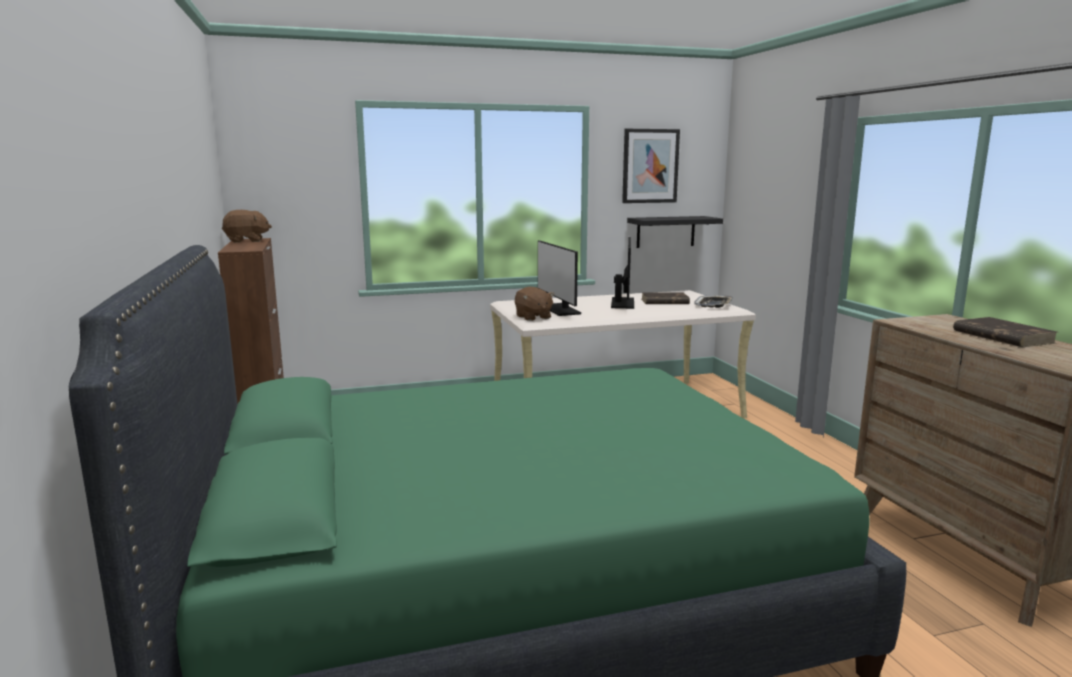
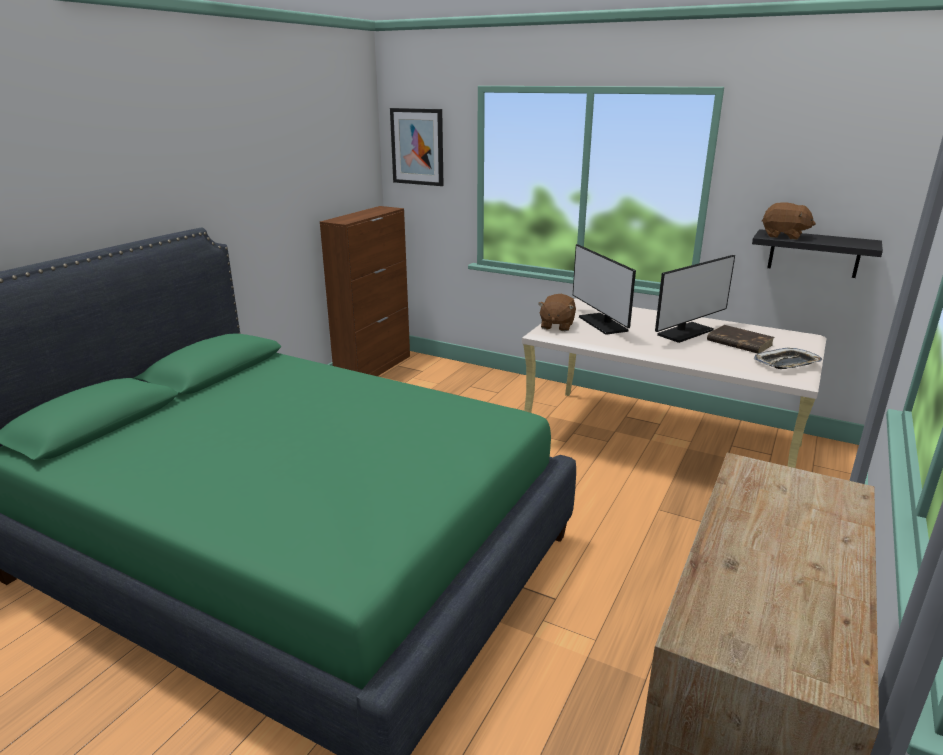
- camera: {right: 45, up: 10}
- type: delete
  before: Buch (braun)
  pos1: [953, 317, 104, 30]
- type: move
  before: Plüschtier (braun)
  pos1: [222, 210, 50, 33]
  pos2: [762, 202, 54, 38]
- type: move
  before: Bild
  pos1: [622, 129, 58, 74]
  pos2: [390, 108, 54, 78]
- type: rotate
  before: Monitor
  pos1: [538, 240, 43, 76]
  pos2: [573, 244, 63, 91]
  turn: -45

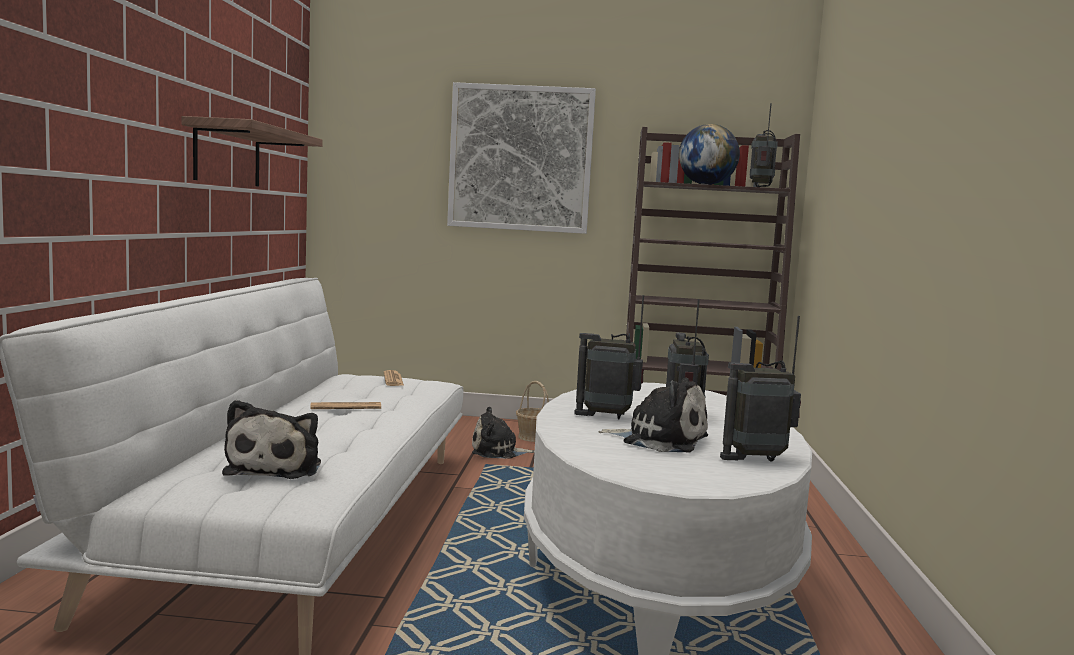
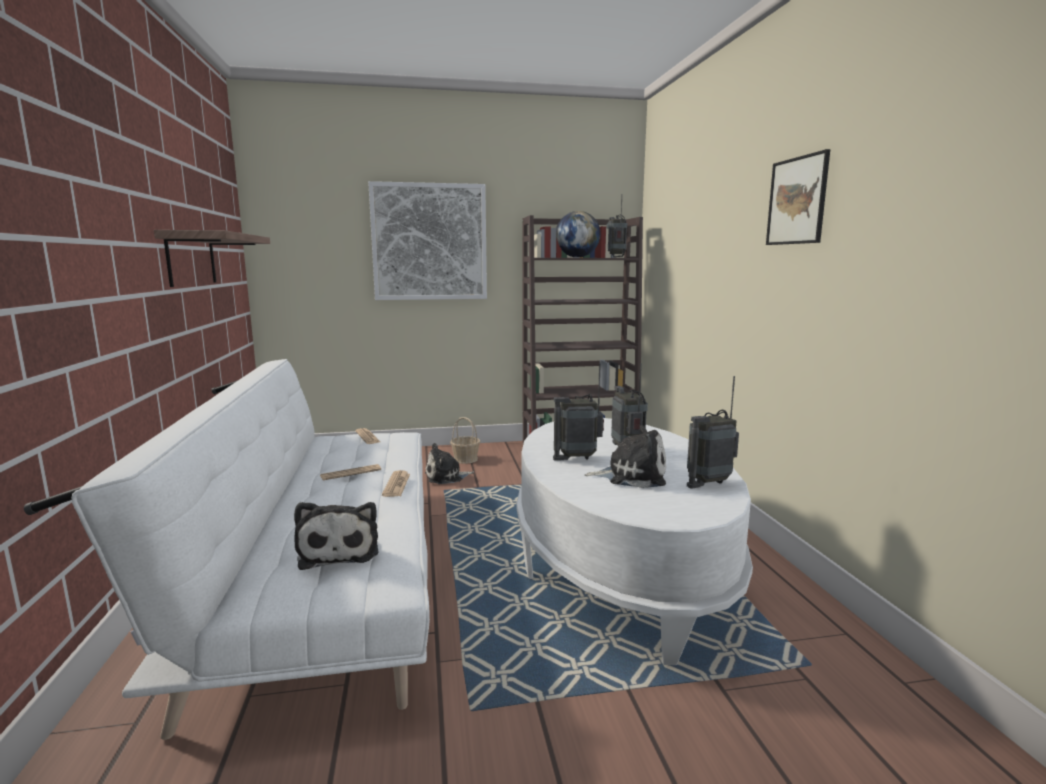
- camera: {right: -15, up: 5}
- type: insert
  after: Zeitung
  pos2: [382, 470, 28, 27]
- type: insert
  after: Bild
  pos2: [766, 149, 64, 96]

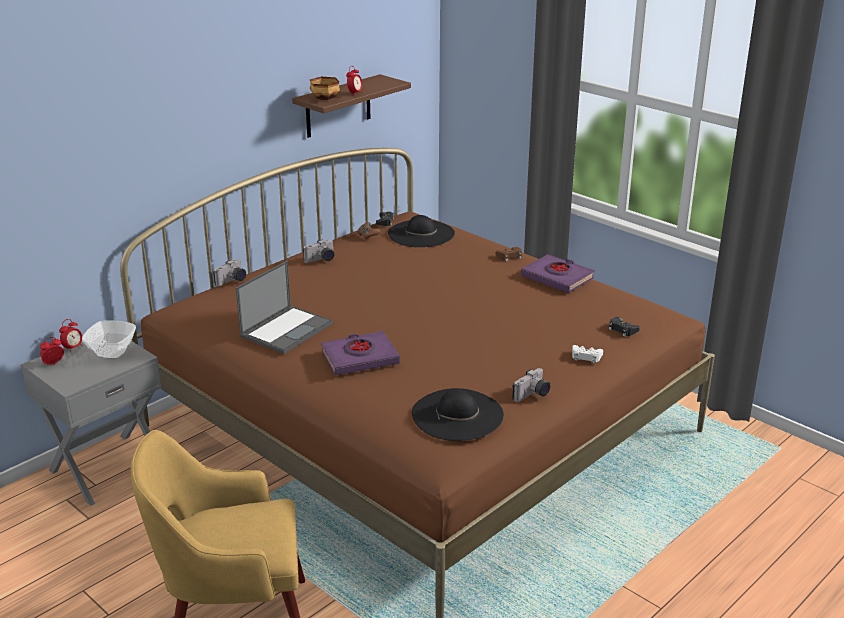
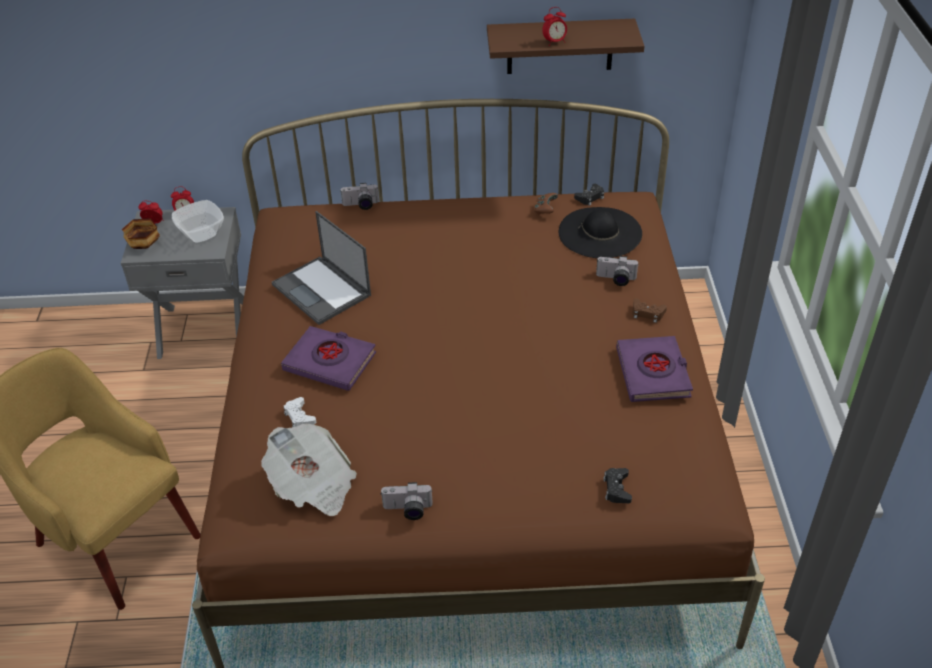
- camera: {right: 45, up: 15}
- type: move
  before: Kamera
  pos1: [303, 240, 32, 23]
  pos2: [596, 256, 42, 30]
- type: move
  before: Schüssel
  pos1: [310, 77, 30, 23]
  pos2: [122, 218, 38, 31]
- type: move
  before: Gamepad (weiß)
  pos1: [572, 345, 31, 19]
  pos2: [283, 397, 33, 30]
- type: replace
  before: Hut (schwarz)
  after: Zeitung
  pos1: [412, 388, 92, 53]
  pos2: [261, 424, 96, 92]
- type: rotate
  before: Laptop
  pos1: [236, 261, 97, 93]
  pos2: [272, 211, 99, 114]
  turn: 60

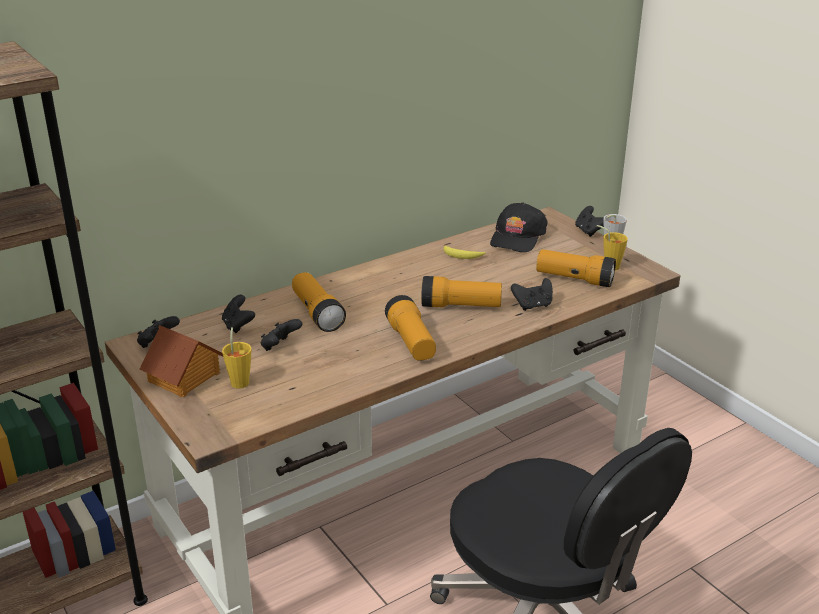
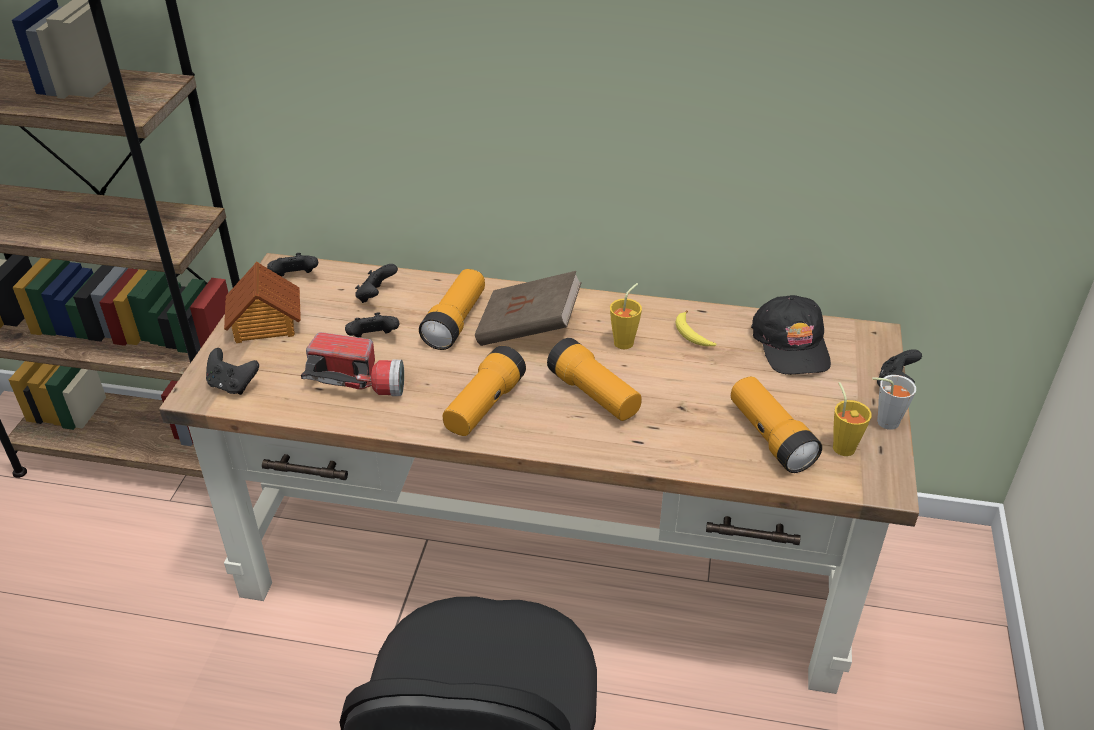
- camera: {right: 45, up: 10}
- type: insert
  after: Taschenlampe
  pos2: [301, 332, 103, 64]
- type: insert
  after: Buch (braun)
  pos2: [475, 271, 107, 75]
- type: move
  before: Tasse (gelb)
  pos1: [222, 327, 29, 62]
  pos2: [610, 283, 32, 66]
- type: move
  before: Gamepad (schwarz)
  pos1: [511, 278, 42, 33]
  pos2: [206, 348, 53, 47]
- type: rotate
  before: Kappe (schwarz)
  pos1: [490, 202, 58, 50]
  pos2: [751, 295, 80, 80]
  turn: -75

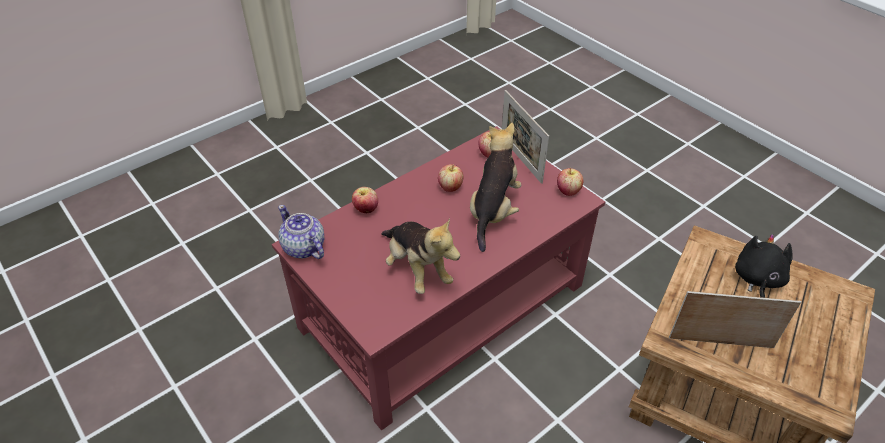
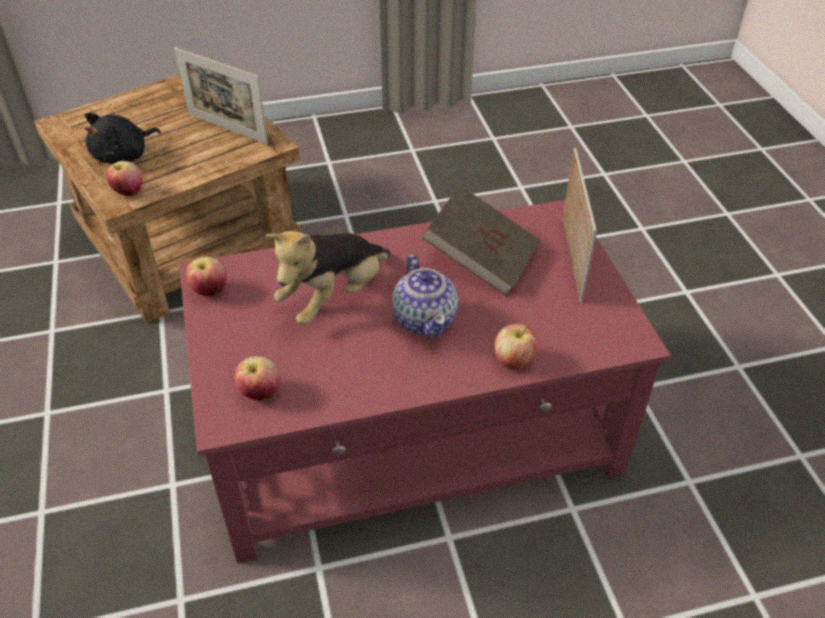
- camera: {right: -155, up: 0}
- type: move
  before: Teekanne
  pos1: [278, 205, 46, 54]
  pos2: [392, 255, 66, 84]
- type: move
  before: Apfel
  pos1: [438, 164, 25, 28]
  pos2: [106, 161, 36, 35]
- type: move
  before: Bilderrahmen
  pos1: [502, 90, 47, 94]
  pos2: [563, 148, 34, 155]
- type: replace
  before: Plüschtier
  after: Buch (braun)
  pos1: [381, 218, 79, 76]
  pos2: [422, 185, 118, 111]

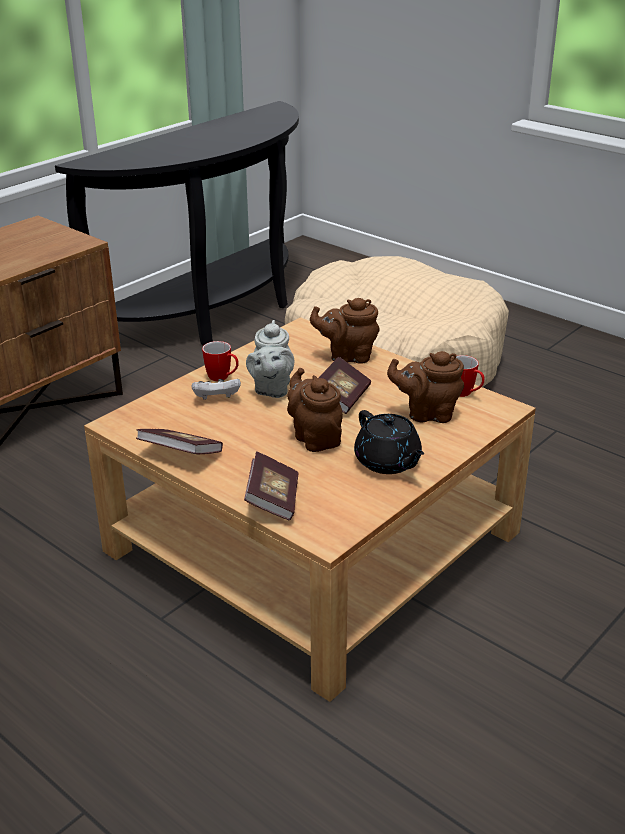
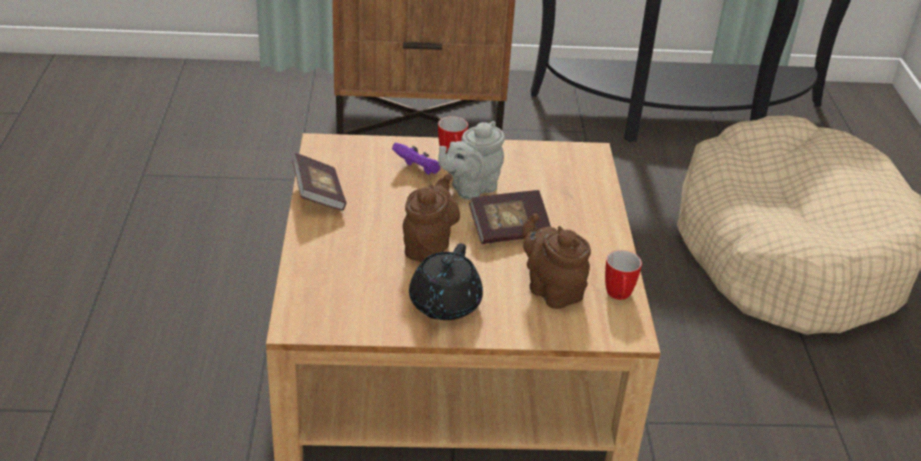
- camera: {right: 45, up: 5}
- type: delete
  before: Buch
  pos1: [244, 451, 55, 69]
- type: delete
  before: Teekanne (braun)
  pos1: [310, 298, 70, 66]
- type: recolor
  before: Gamepad (weiß)
  after: Gamepad (lila)
  pos1: [191, 379, 50, 21]
  pos2: [392, 143, 48, 32]

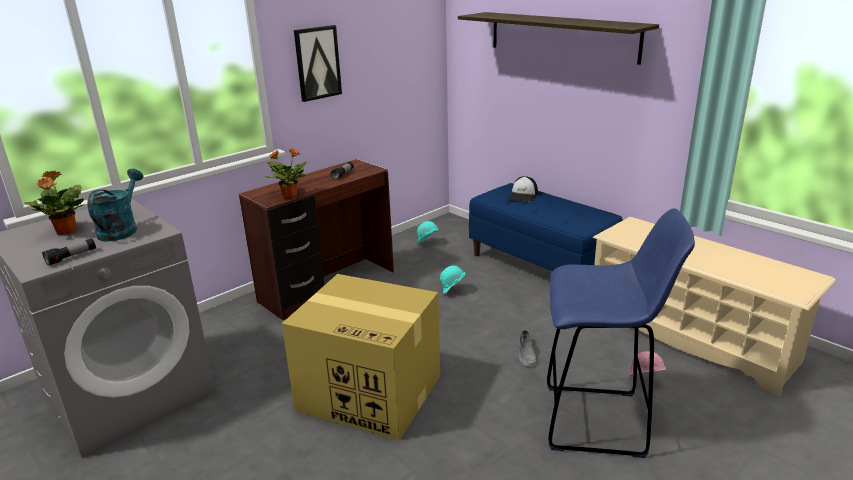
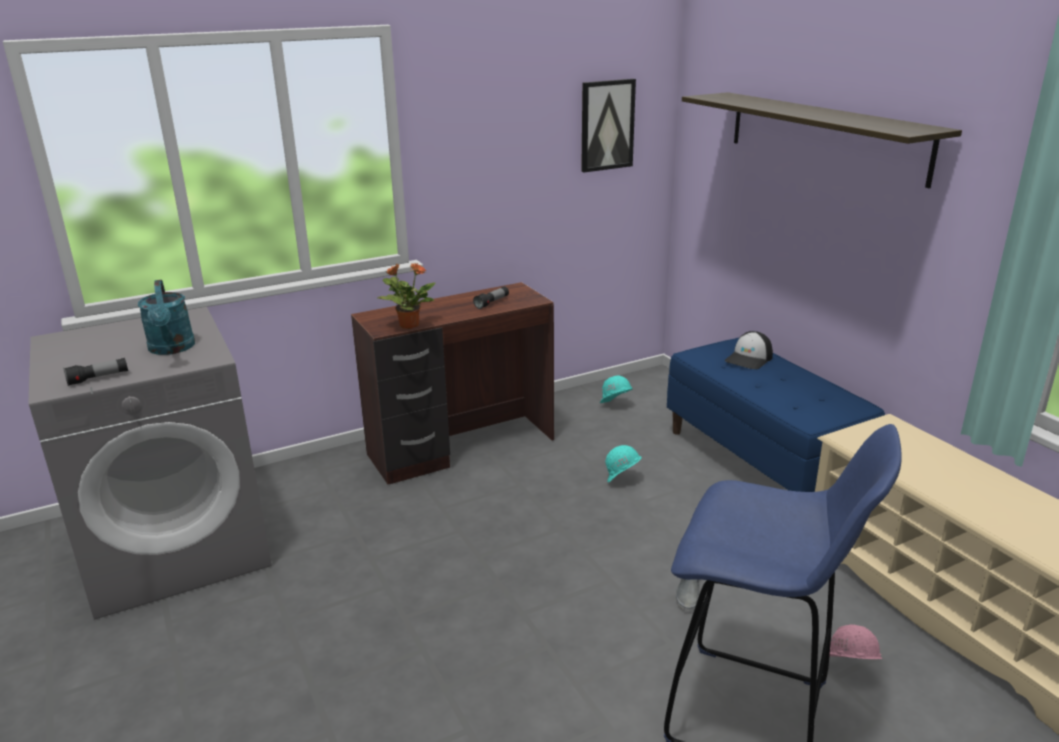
- camera: {right: 15, up: 0}
- type: delete
  before: Topfpflanze
  pos1: [25, 171, 60, 64]
- type: delete
  before: Karton
  pos1: [282, 274, 158, 166]
- type: move
  before: Bild
  pos1: [294, 25, 48, 77]
  pos2: [581, 79, 55, 93]
- type: rotate
  before: Gießkanne (türkis)
  pos1: [87, 169, 56, 72]
  pos2: [138, 280, 57, 75]
  turn: 135

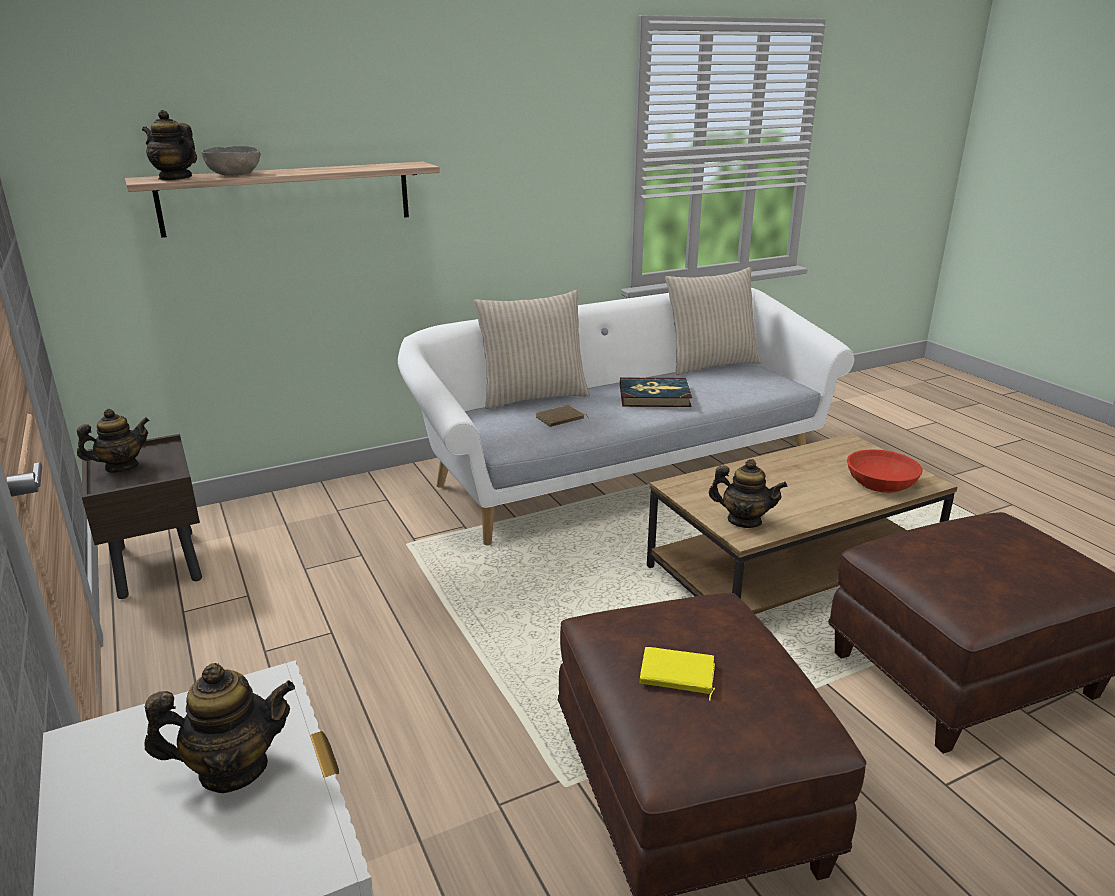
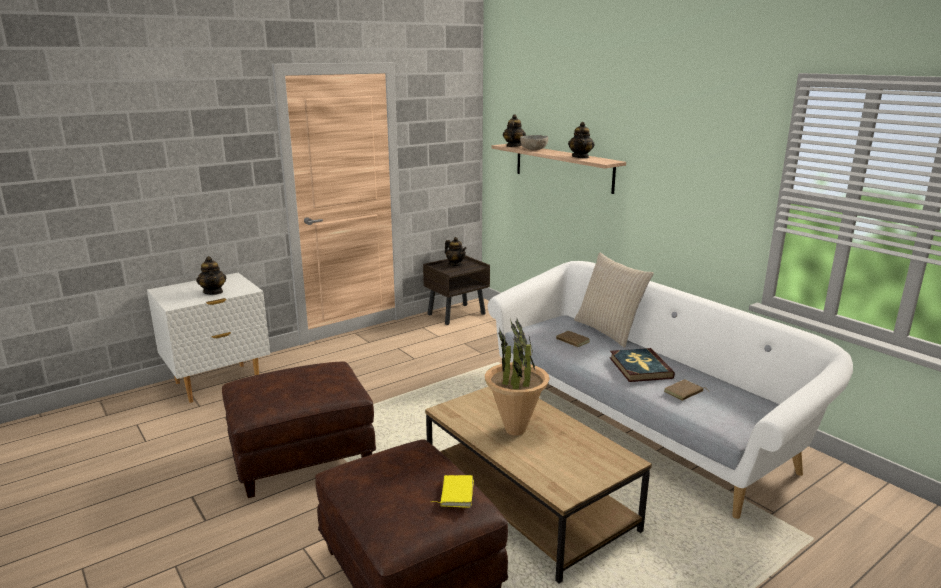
- camera: {right: 80, up: -5}
- type: delete
  before: Kissen (beige)
  pos1: [665, 267, 97, 108]
- type: delete
  before: Schüssel (rot)
  pos1: [847, 449, 76, 44]
- type: insert
  after: Topfpflanze
  pos2: [485, 319, 65, 117]
- type: insert
  after: Buch (braun)
  pos2: [664, 379, 46, 22]
- type: move
  before: Buch (gelb)
  pos1: [640, 647, 75, 54]
  pos2: [432, 475, 42, 33]
- type: move
  before: Teekanne
  pos1: [709, 459, 78, 69]
  pos2: [568, 122, 27, 36]

